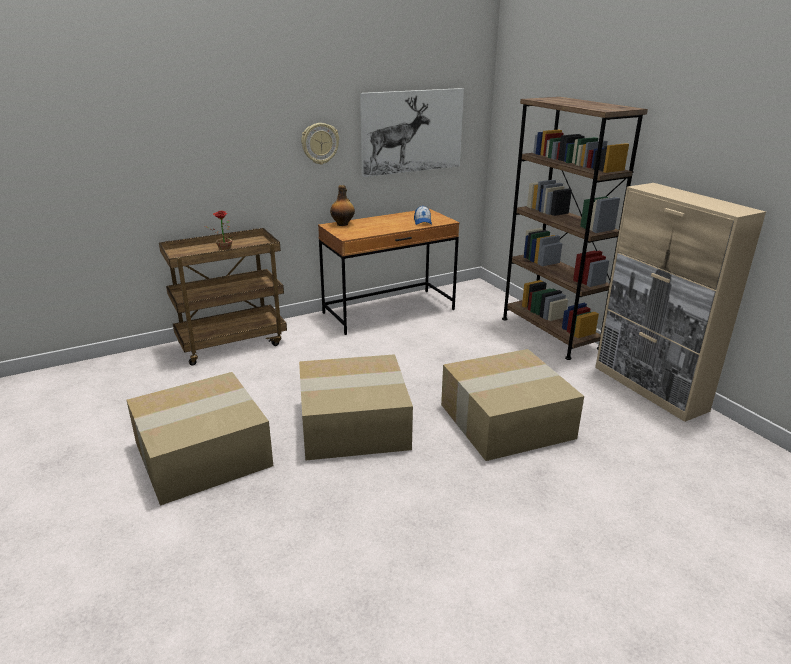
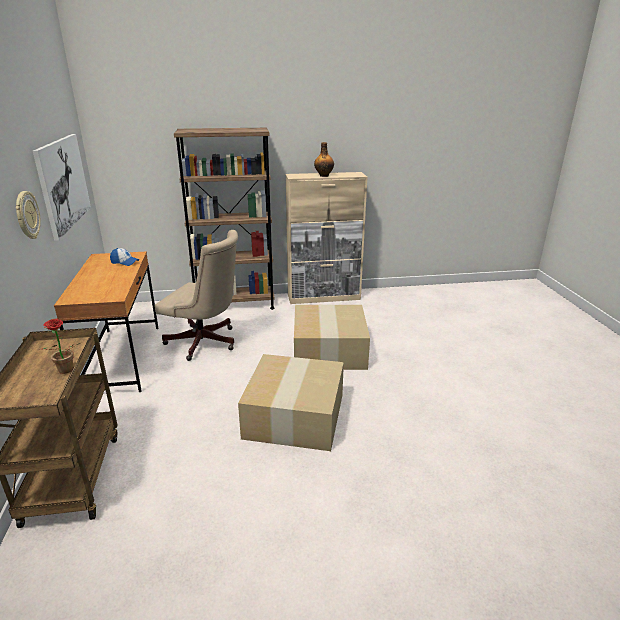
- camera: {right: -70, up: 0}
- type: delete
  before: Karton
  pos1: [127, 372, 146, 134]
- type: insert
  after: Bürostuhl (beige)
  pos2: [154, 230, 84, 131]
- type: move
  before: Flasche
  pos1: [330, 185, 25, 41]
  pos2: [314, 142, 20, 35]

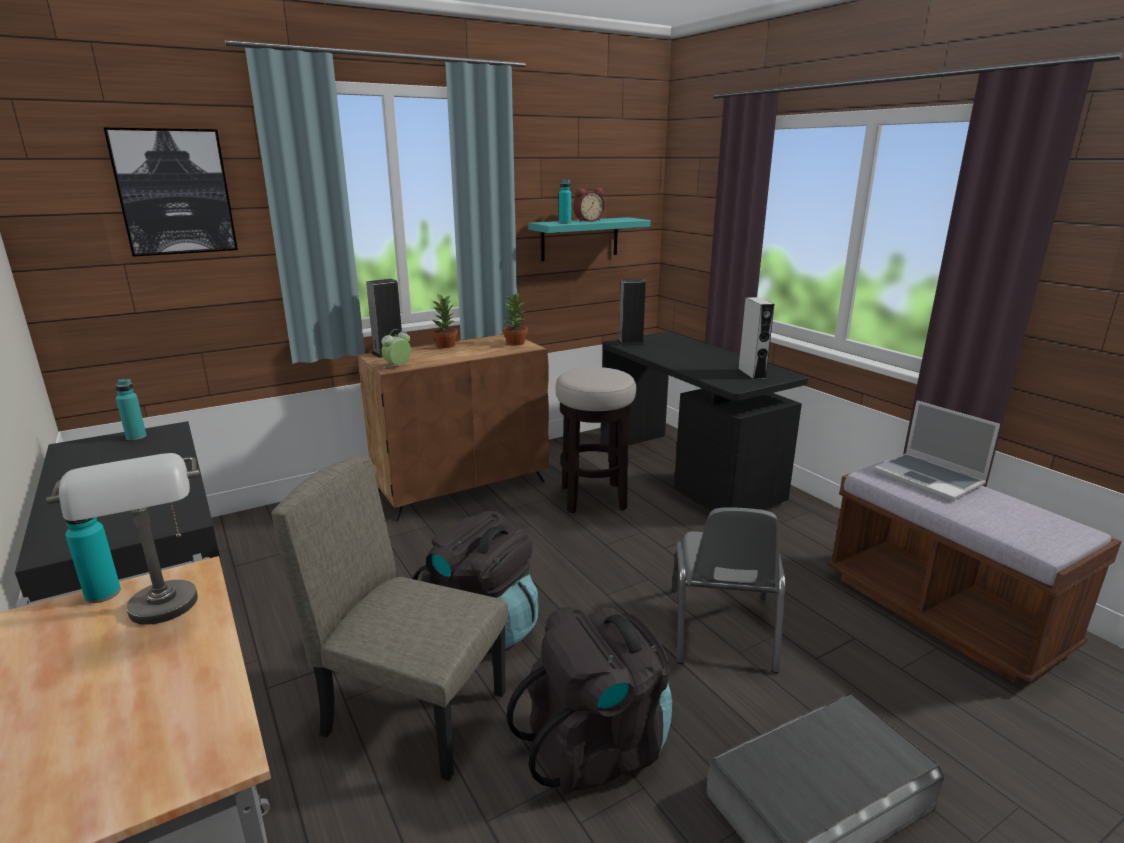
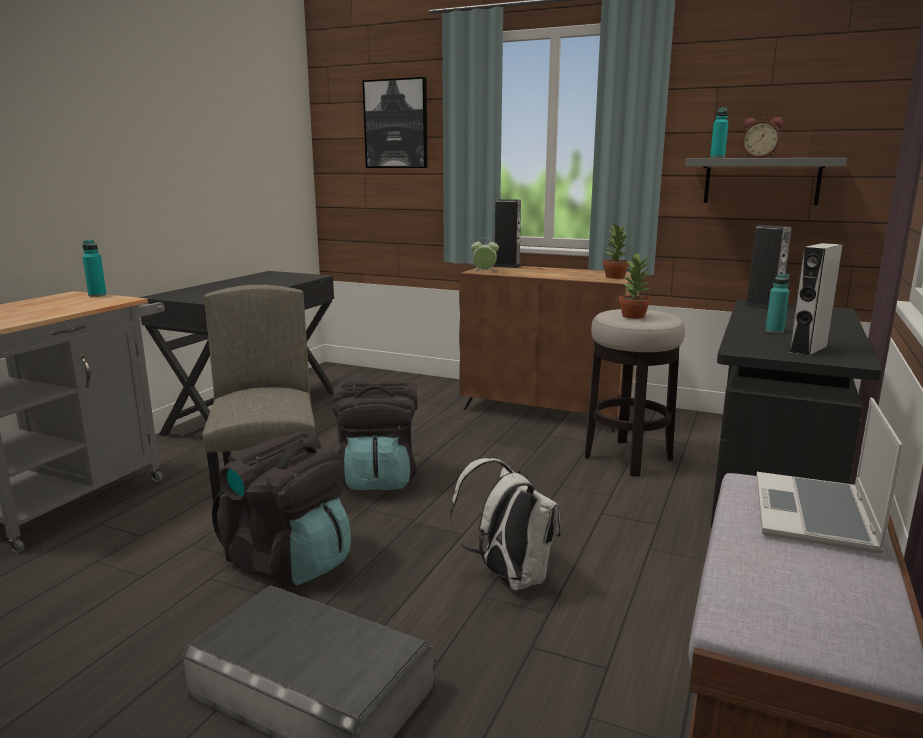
- camera: {right: 55, up: -5}
- type: delete
  before: Tischlampe (grau)
  pos1: [46, 453, 154, 172]
- type: move
  before: Flasche (türkis)
  pos1: [116, 379, 30, 61]
  pos2: [765, 273, 25, 60]
- type: move
  before: Topfpflanze
  pos1: [431, 293, 27, 55]
  pos2: [619, 253, 31, 66]
- type: replace
  before: Stuhl (grau)
  after: Rucksack (weiß)
  pos1: [672, 507, 114, 166]
  pos2: [450, 458, 111, 133]
- type: recolor
  before: Wandregal (türkis)
  after: Wandregal (grau)
  pos1: [528, 217, 123, 44]
  pos2: [685, 158, 162, 47]

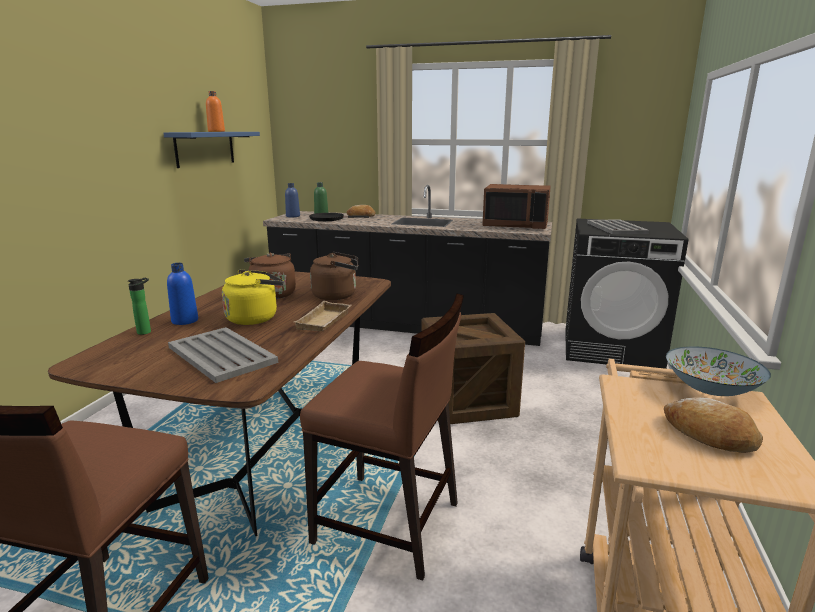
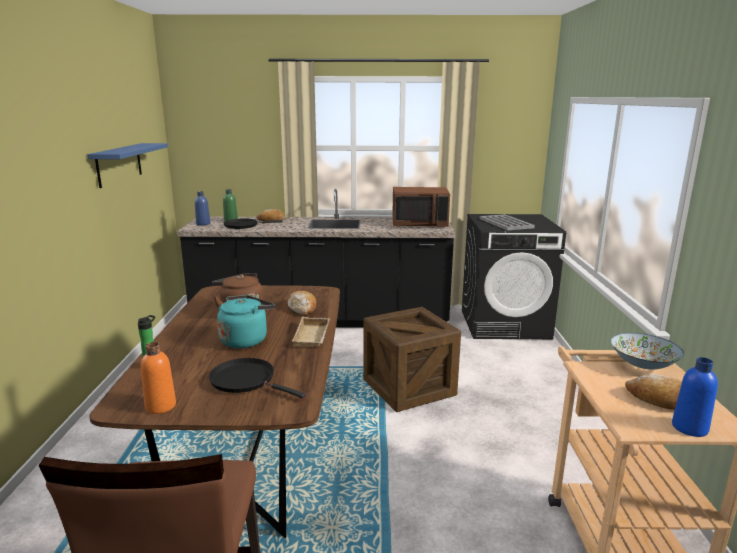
- camera: {right: -15, up: 0}
- type: delete
  before: Stuhl (braun)
  pos1: [300, 293, 164, 288]
- type: move
  before: Flasche (blau)
  pos1: [167, 263, 31, 62]
  pos2: [672, 357, 46, 80]
- type: move
  before: Flasche (orange)
  pos1: [206, 91, 19, 41]
  pos2: [141, 342, 35, 72]
- type: replace
  before: Tablett (grau)
  after: Pfanne (schwarz)
  pos1: [168, 327, 110, 56]
  pos2: [209, 358, 97, 40]
- type: replace
  before: Wasserkessel (braun)
  after: Brot
  pos1: [310, 252, 48, 48]
  pos2: [288, 291, 28, 24]
- type: recolor
  before: Wasserkessel (gelb)
  after: Wasserkessel (türkis)
  pos1: [222, 270, 62, 55]
  pos2: [217, 295, 58, 53]

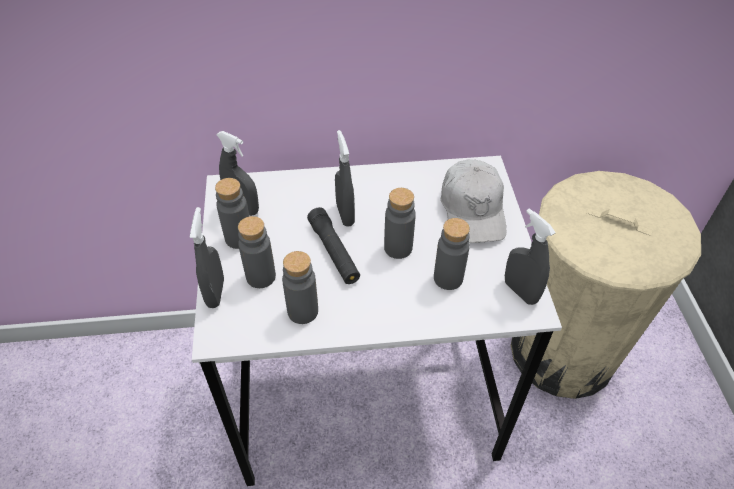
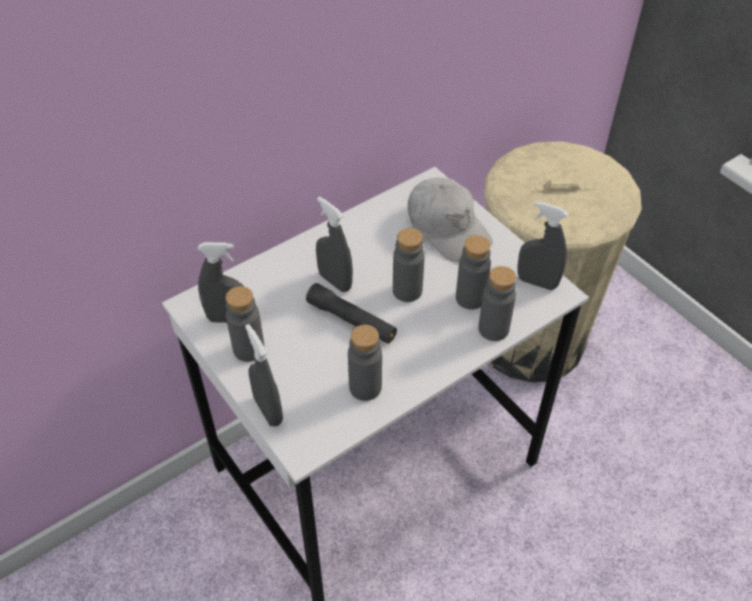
- camera: {right: -30, up: 0}
- type: move
  before: Flasche (grau)
  pos1: [238, 216, 38, 72]
  pos2: [478, 266, 38, 75]

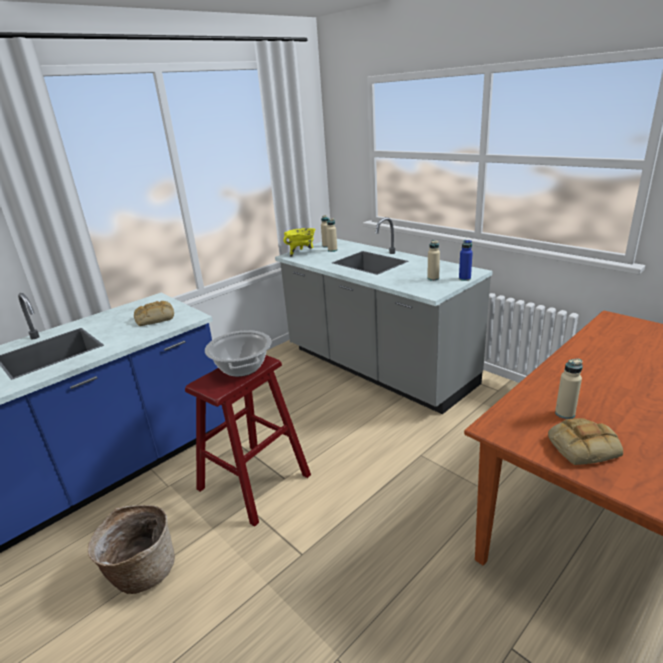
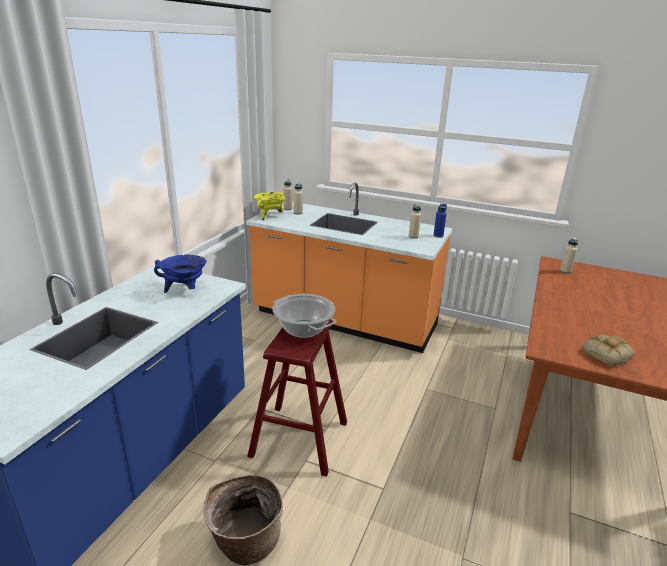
- camera: {right: -25, up: 0}
- type: move
  before: Flasche (beige)
  pos1: [555, 358, 28, 61]
  pos2: [560, 237, 18, 37]
- type: replace
  before: Brot
  after: Kochtopf (blau)
  pos1: [134, 301, 40, 25]
  pos2: [154, 255, 53, 38]
- type: recolor
  before: Küchenzeile (grau)
  after: Küchenzeile (orange)
  pos1: [275, 217, 218, 197]
  pos2: [246, 183, 207, 170]

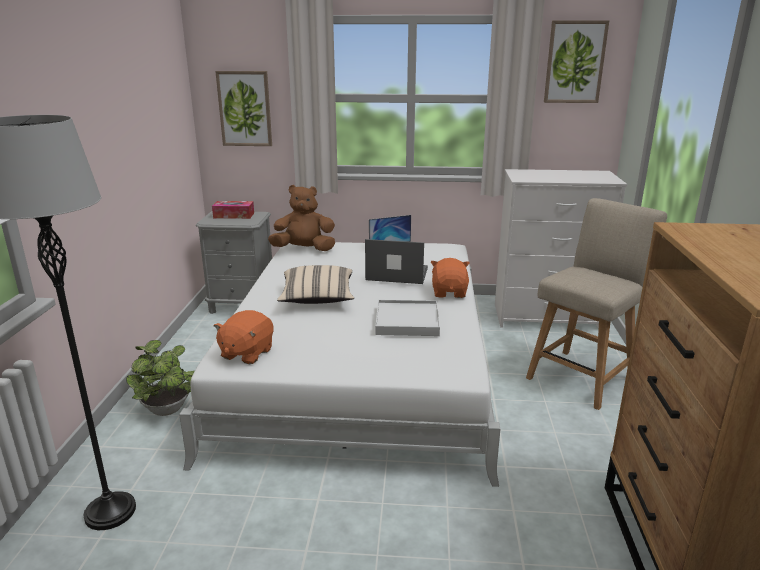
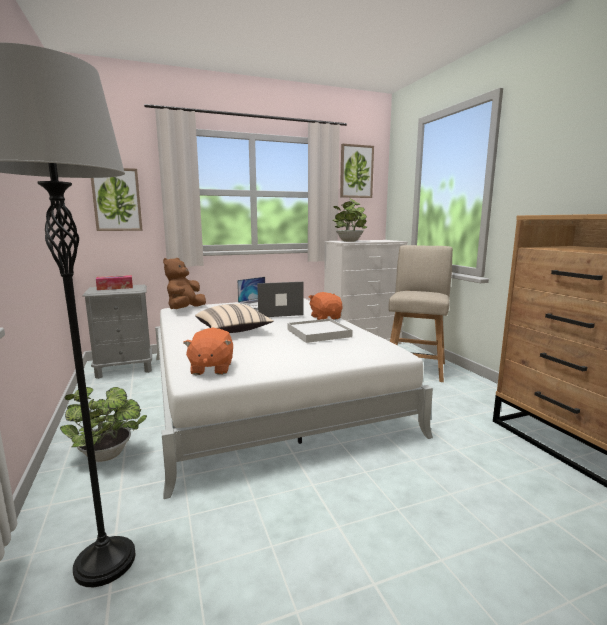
- camera: {right: -25, up: -10}
- type: insert
  after: Topfpflanze
  pos2: [332, 199, 35, 43]
- type: rotate
  before: Plüschtier (braun)
  pos1: [268, 185, 67, 66]
  pos2: [163, 258, 43, 51]
  turn: -45

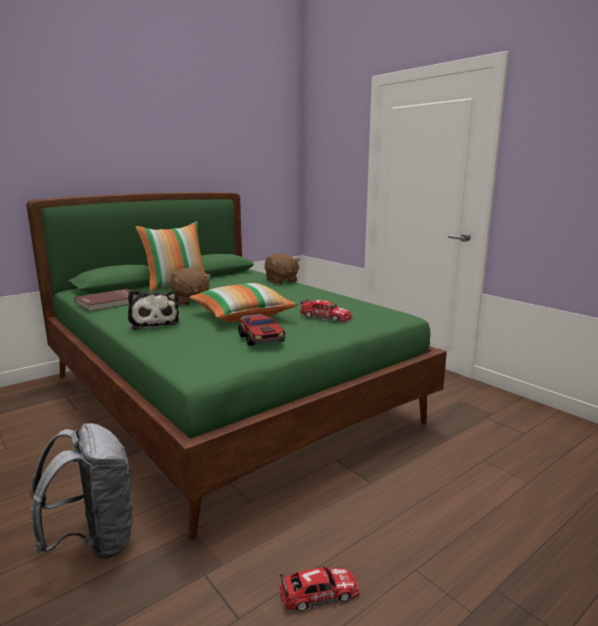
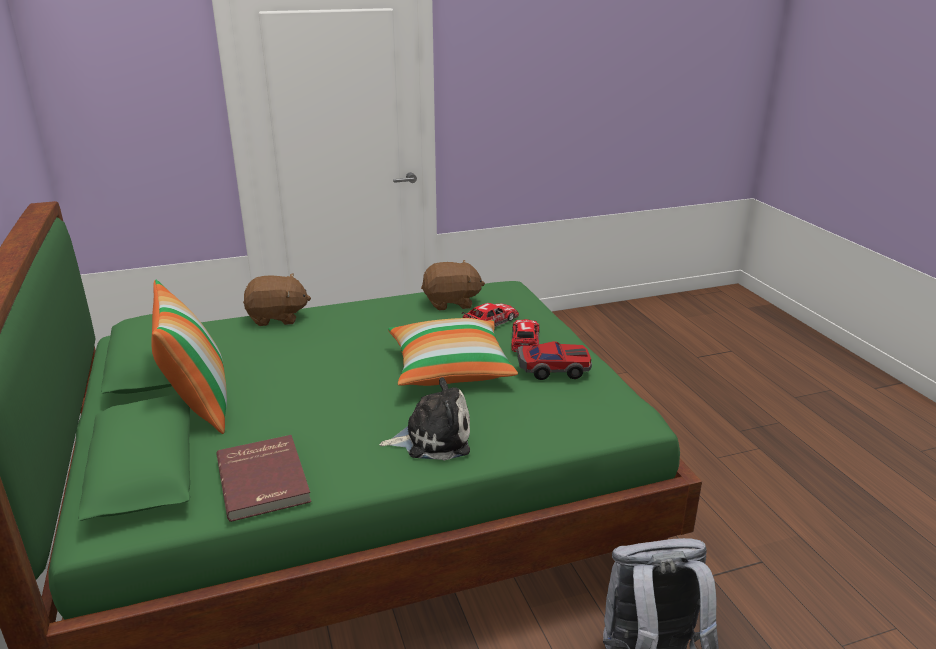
- camera: {right: -70, up: 10}
- type: move
  before: Plüschtier (braun)
  pos1: [170, 268, 41, 38]
  pos2: [421, 260, 64, 50]
- type: move
  before: Spielzeugauto
  pos1: [279, 566, 80, 45]
  pos2: [511, 319, 29, 34]

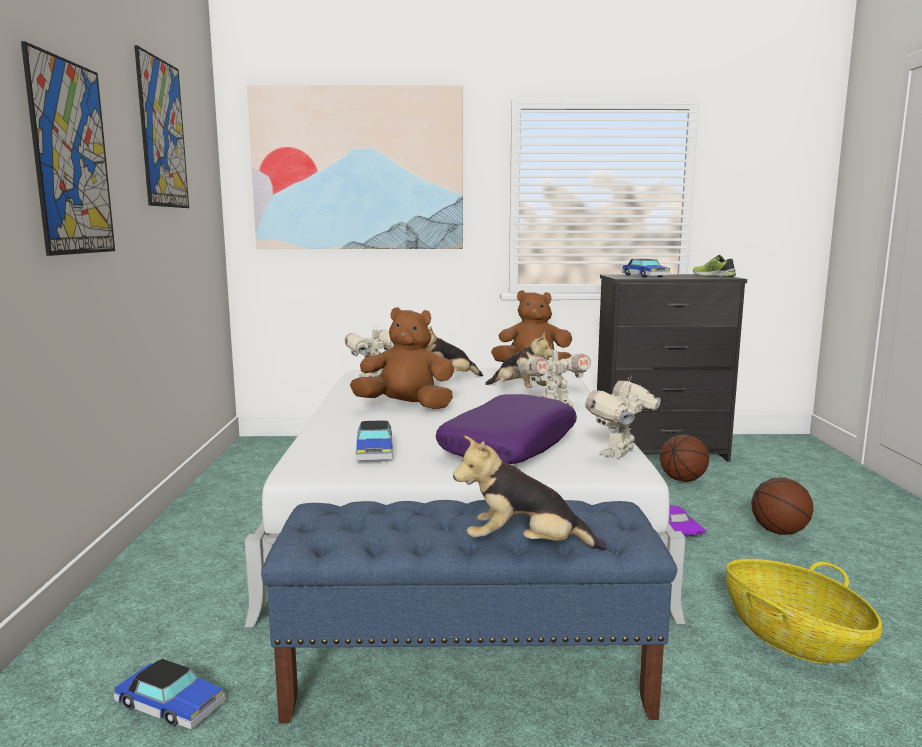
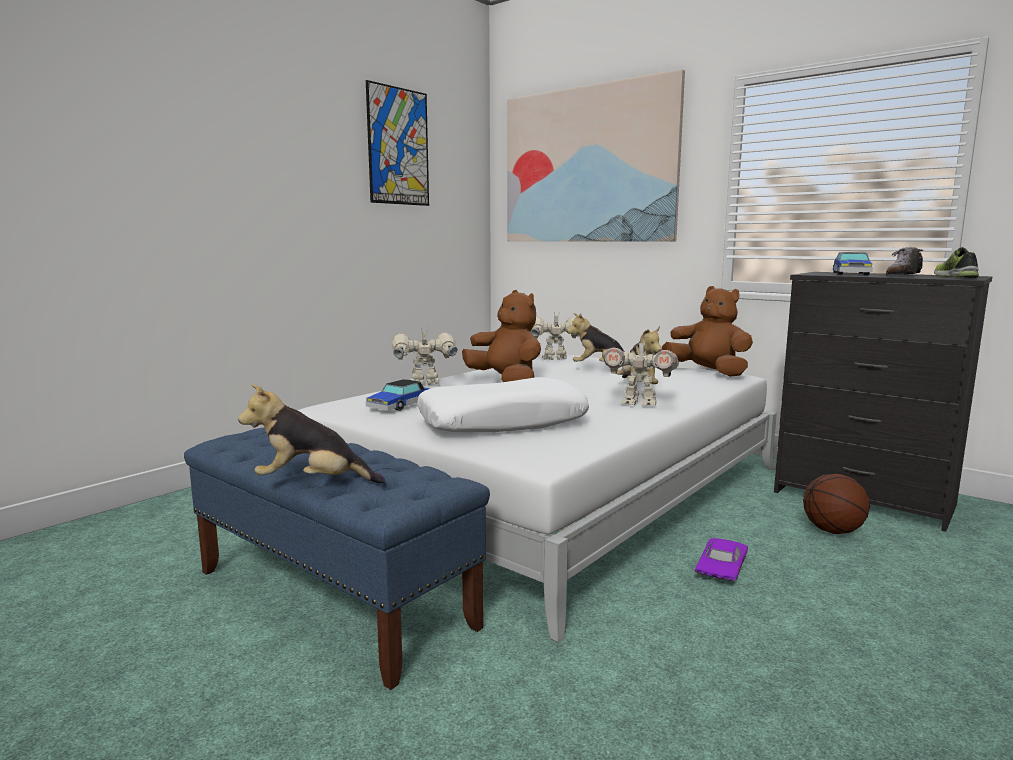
- camera: {right: 40, up: 0}
- type: delete
  before: Bild
  pos1: [21, 41, 94, 215]
- type: delete
  before: Spielzeugauto
  pos1: [114, 659, 111, 70]
- type: delete
  before: Korb
  pos1: [726, 559, 156, 105]
- type: delete
  before: Basketball
  pos1: [751, 477, 63, 58]
- type: insert
  after: Schuh
  pos2: [885, 247, 38, 28]
- type: move
  before: Spielzeugroboter
  pos1: [585, 376, 76, 81]
  pos2: [392, 326, 65, 59]
- type: recolor
  before: Kissen (lila)
  after: Kissen (weiß)
  pos1: [436, 394, 141, 70]
  pos2: [417, 377, 172, 55]
- type: rotate
  before: Plüschtier
  pos1: [453, 436, 154, 114]
  pos2: [238, 384, 147, 99]
  turn: -45

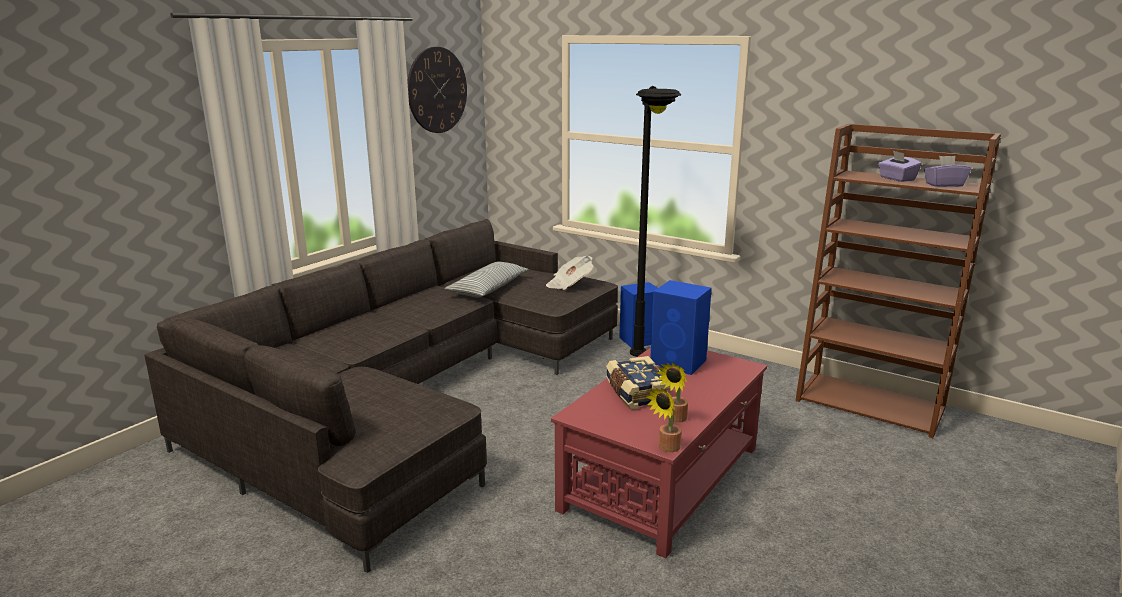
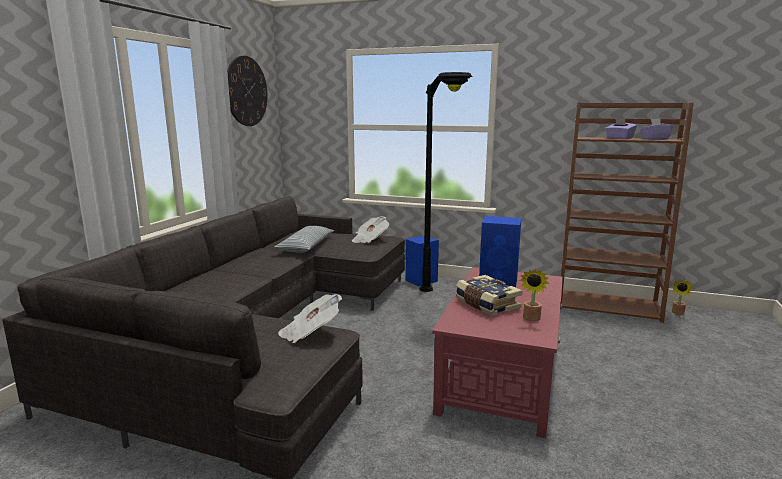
- camera: {right: -15, up: -5}
- type: insert
  after: Zeitung
  pos2: [278, 294, 64, 49]
- type: move
  before: Topfpflanze
  pos1: [646, 387, 36, 65]
  pos2: [671, 280, 22, 35]

